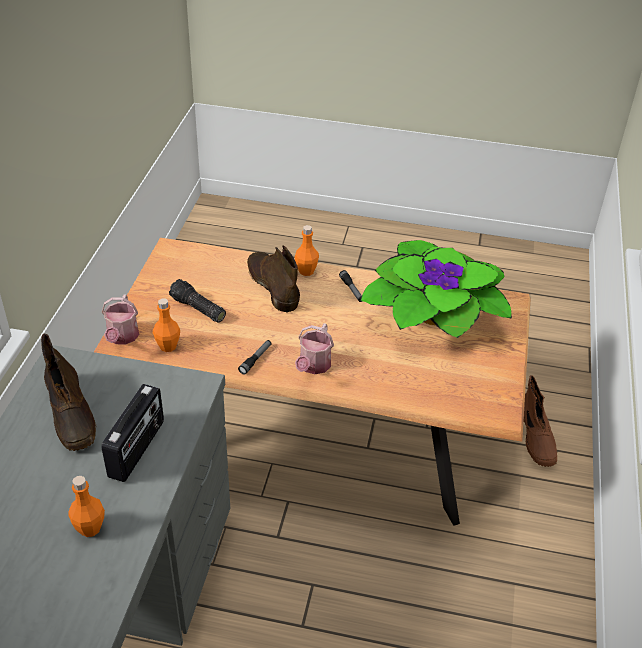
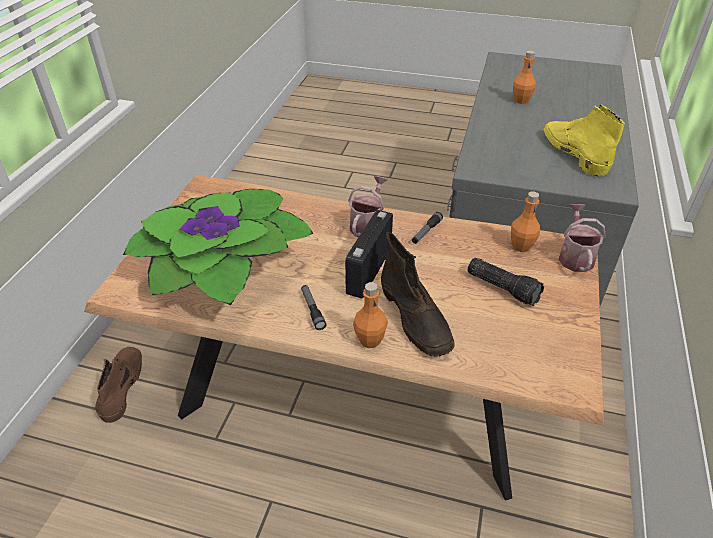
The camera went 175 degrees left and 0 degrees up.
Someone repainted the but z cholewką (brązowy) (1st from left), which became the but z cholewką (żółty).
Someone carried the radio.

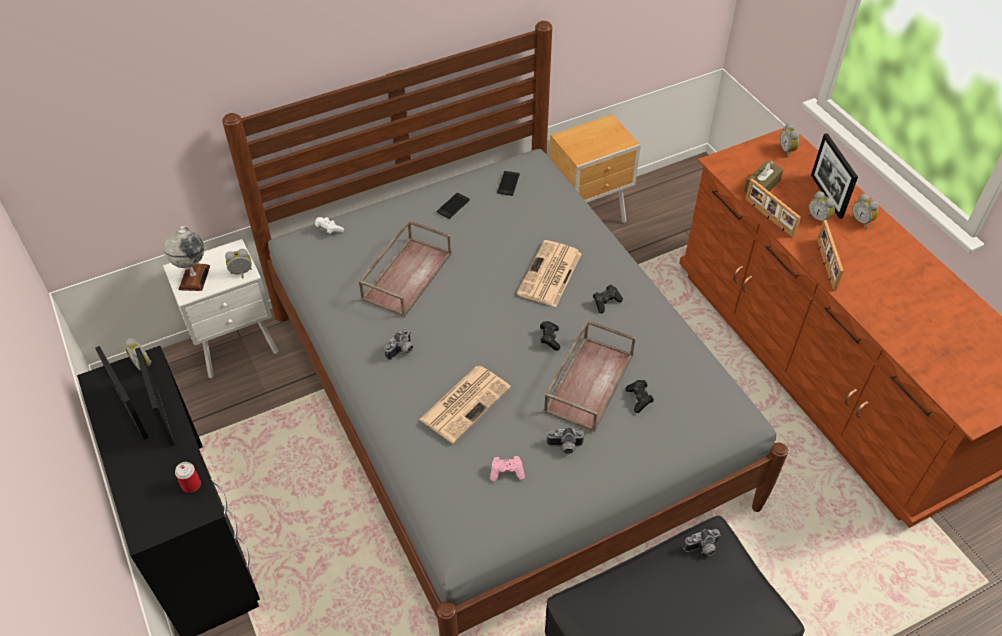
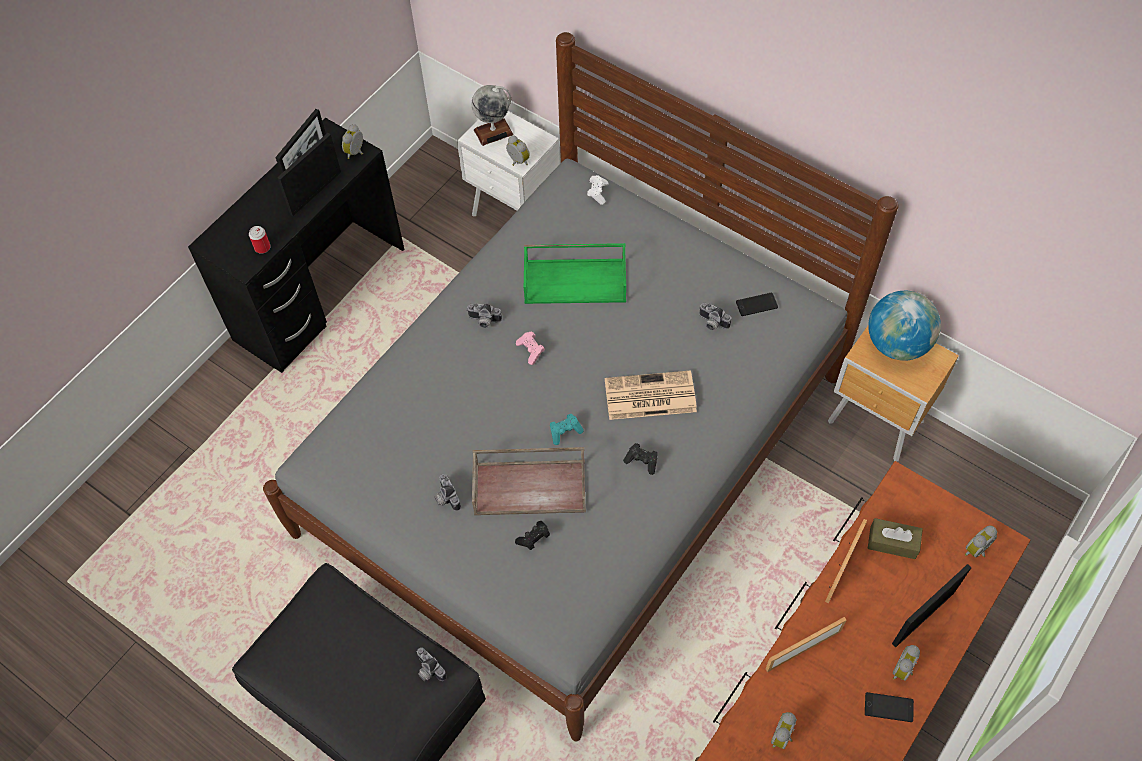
The camera went 65 degrees right and 10 degrees up.
Someone repainted the taca (brązowy) (1st from left), which became the taca (zielony).
Someone took away the gazeta (1st from left).
Someone carried the telefon (1st from left in the first image).
Someone carried the pad do gier (różowy).
Someone repainted the pad do gier (czarny) (1st from left), which became the pad do gier (turkusowy).
Someone carried the budzik (4th from left in the first image).
Someone put down the aparat fotograficzny (4th from left).
Someone put down the globus (2nd from left).

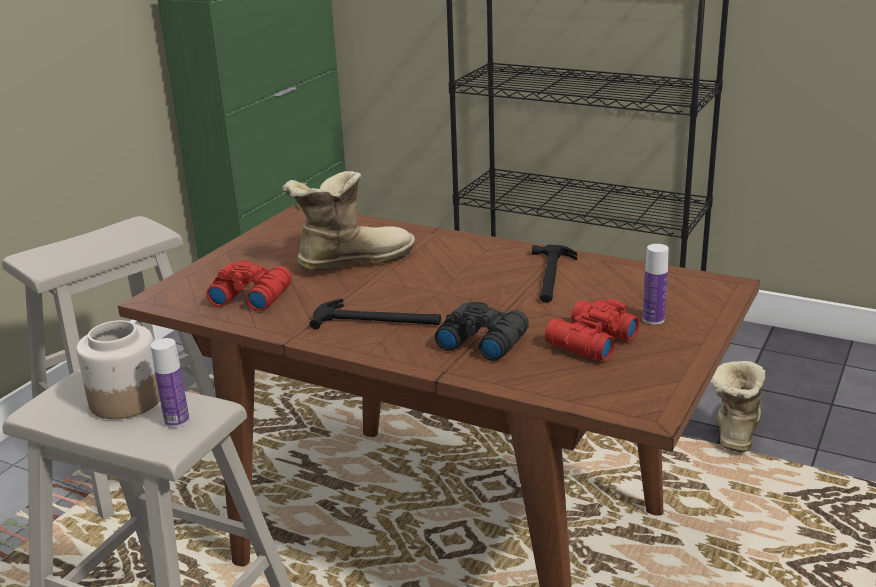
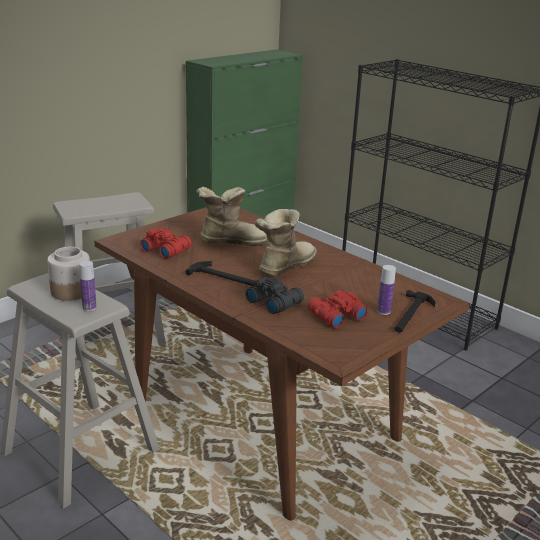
The camera went 15 degrees right and 0 degrees up.
Someone carried the młotek (2nd from left).
Someone carried the but z cholewką (2nd from left).

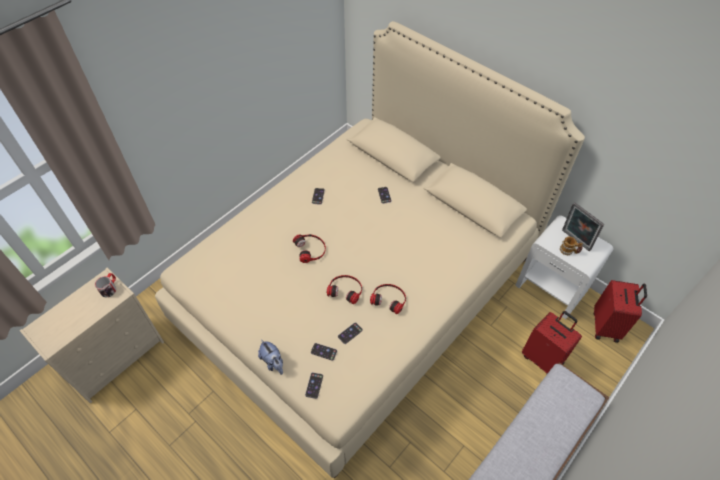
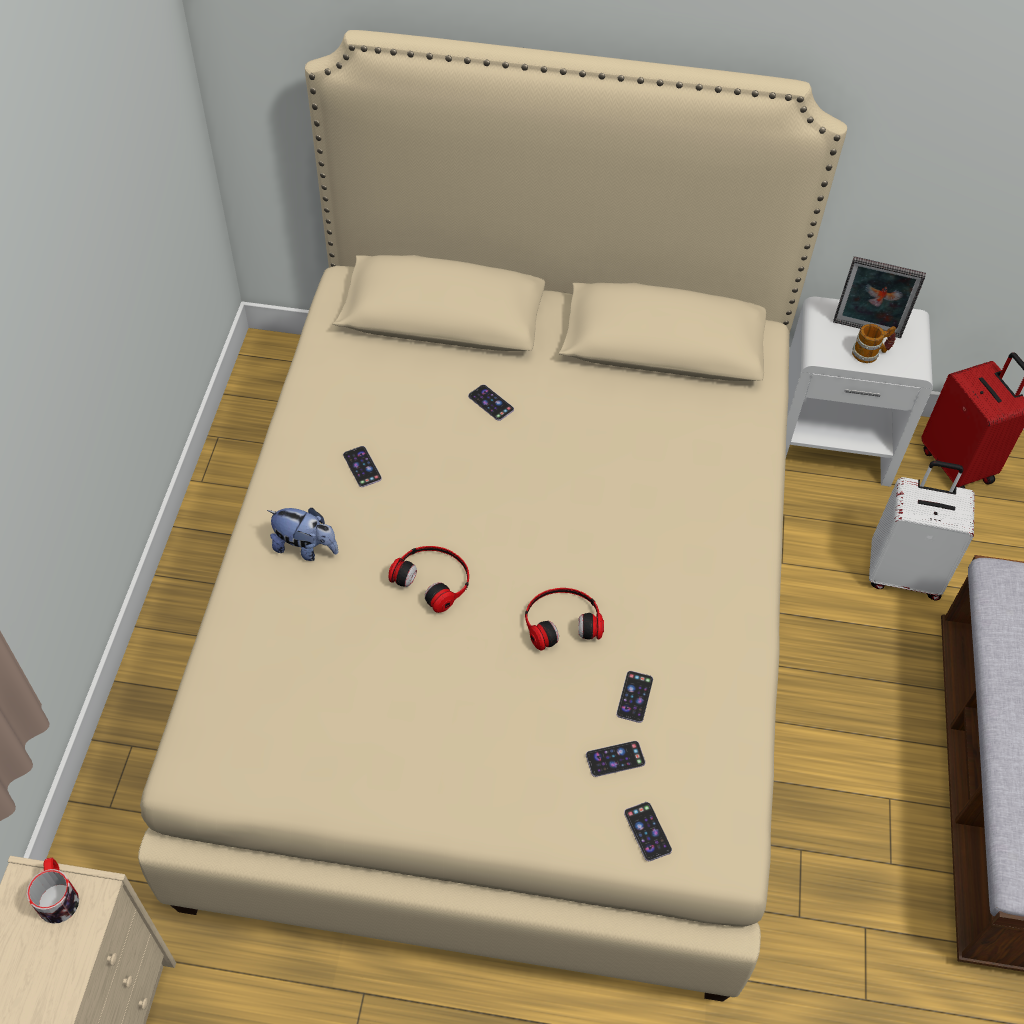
The camera went 35 degrees left and 0 degrees up.
Someone carried the pluszak.
Someone took away the słuchawki (3rd from left).
Someone repainted the walizka (czerwony) (1st from left), which became the walizka (biały).

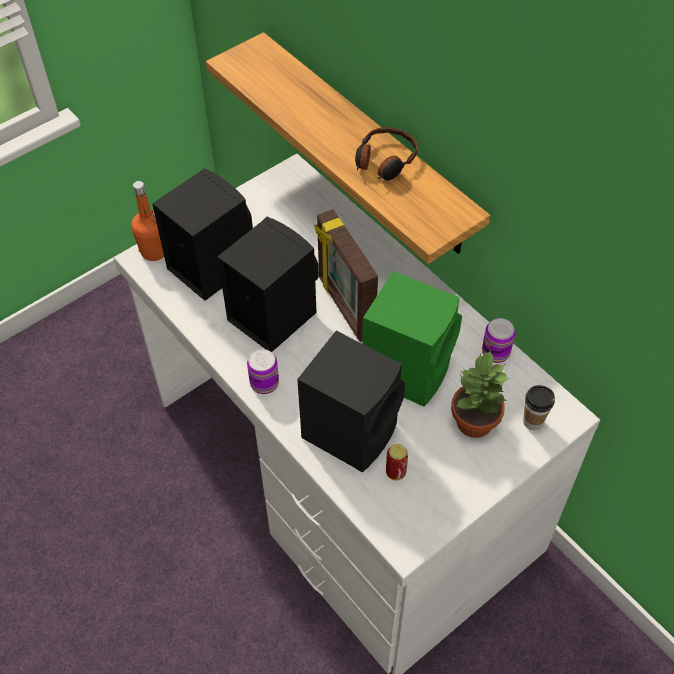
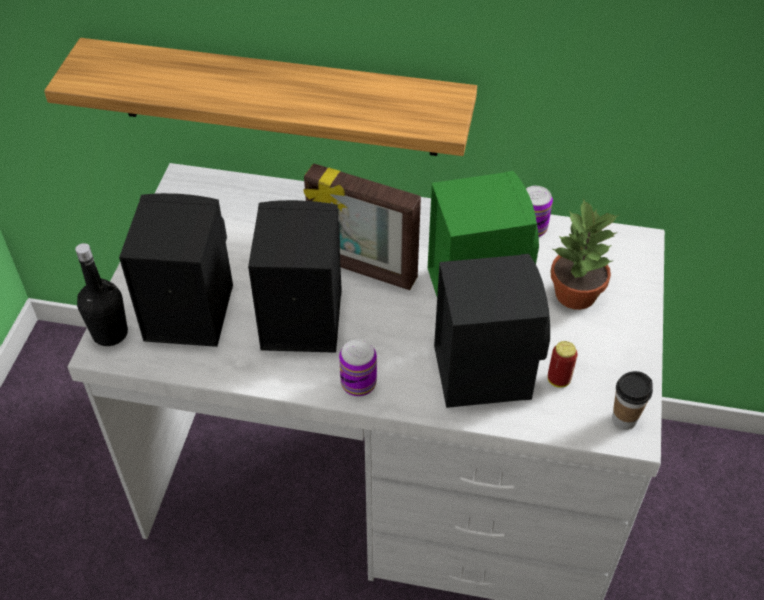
The camera went 40 degrees left and 5 degrees down.
Someone repainted the butelka (pomarańczowy), which became the butelka (czarny).
Someone took away the słuchawki.
Someone carried the filiżanka.

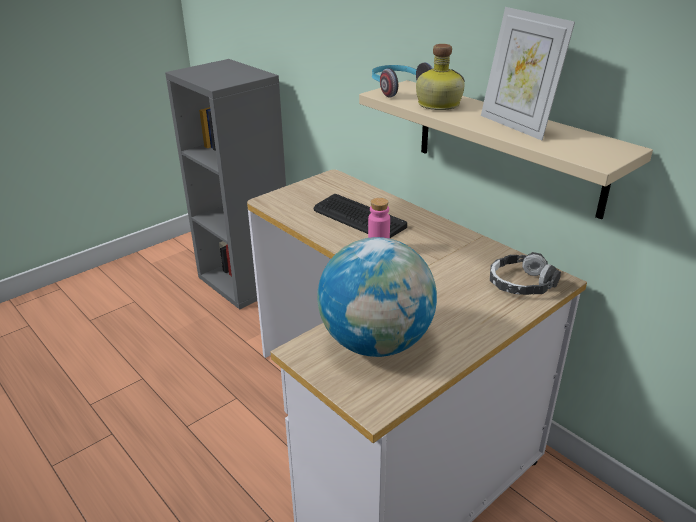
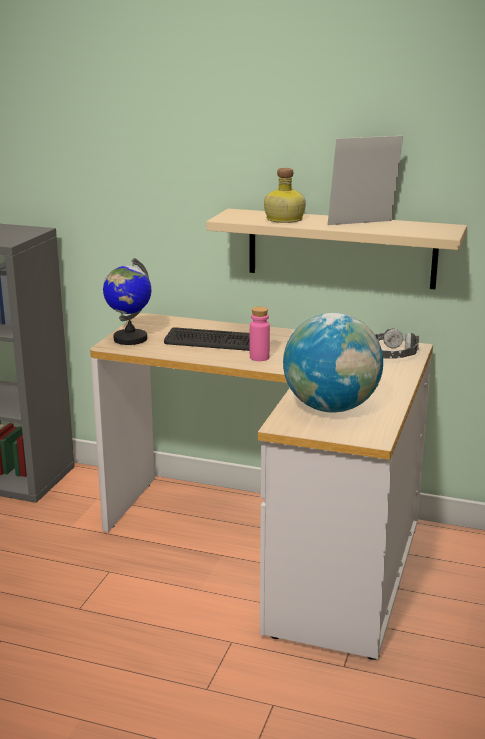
The camera went 30 degrees left and 10 degrees down.
Someone took away the słuchawki (1st from left).
Someone rotated the ramka na zdjęcie by 135 degrees clockwise.
Someone put down the globus (1st from left).

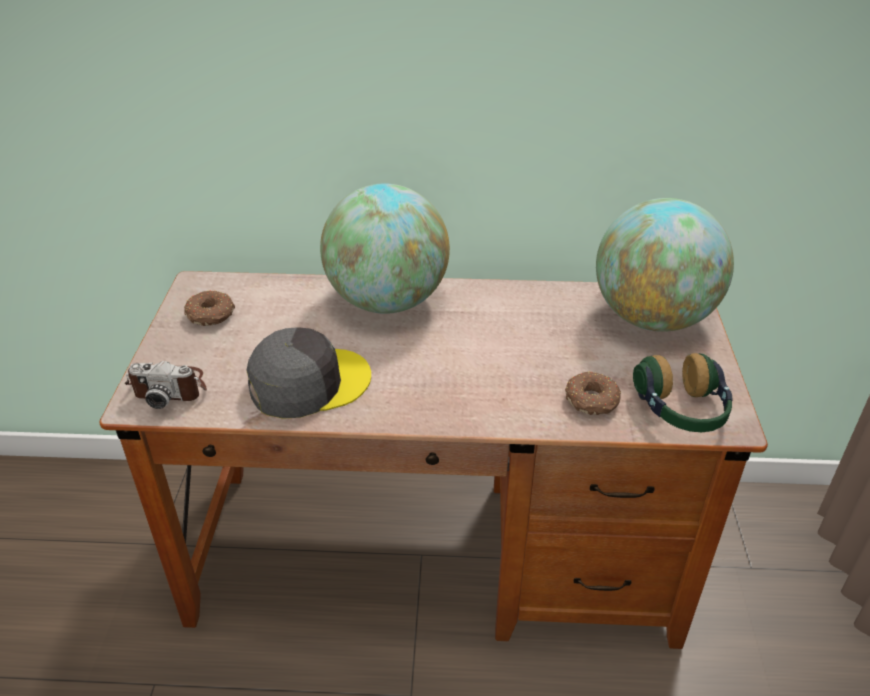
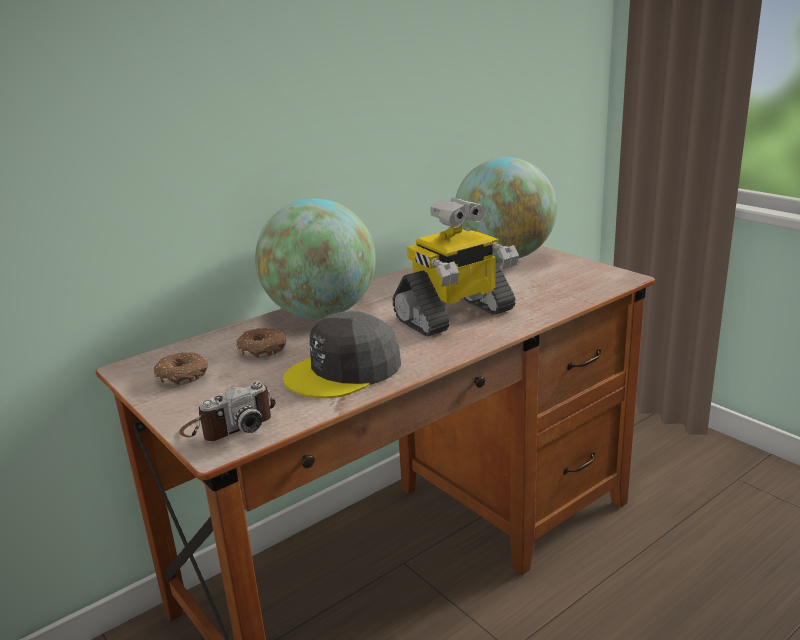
The camera went 40 degrees left and 15 degrees down.
Someone rotated the czapka z daszkiem (szary) by 150 degrees counterclockwise.
Someone carried the donut (2nd from left).
Someone took away the słuchawki.
Someone put down the robot zabawkowy.

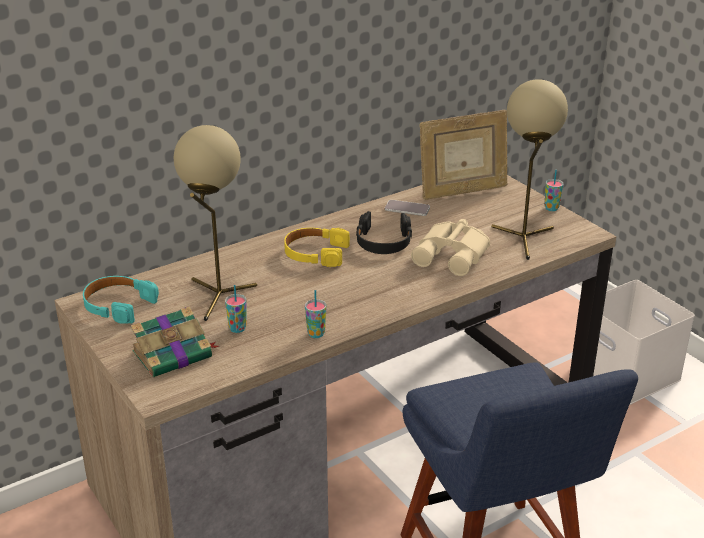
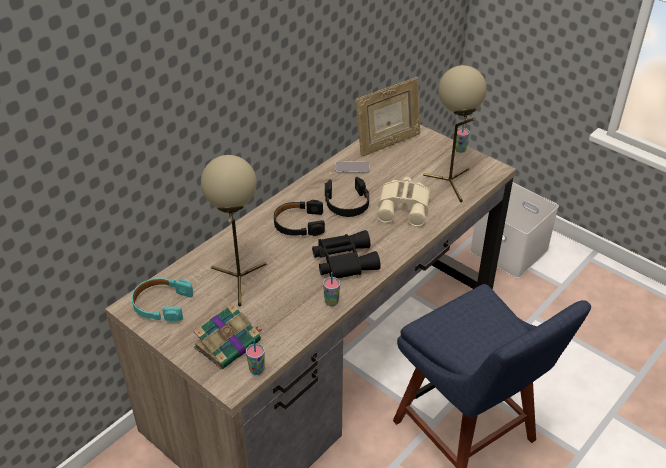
The camera went 15 degrees left and 10 degrees up.
Someone carried the filiżanka (1st from left).
Someone repainted the słuchawki (żółty), which became the słuchawki (czarny) (1st from left).
Someone put down the lornetka (czarny).

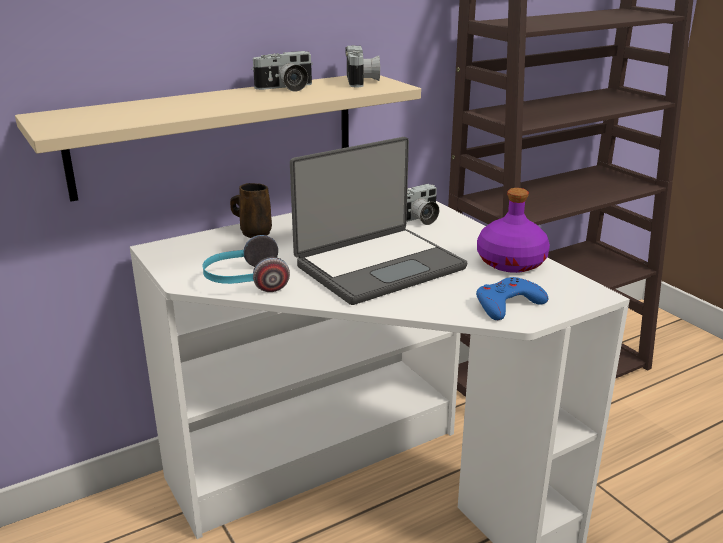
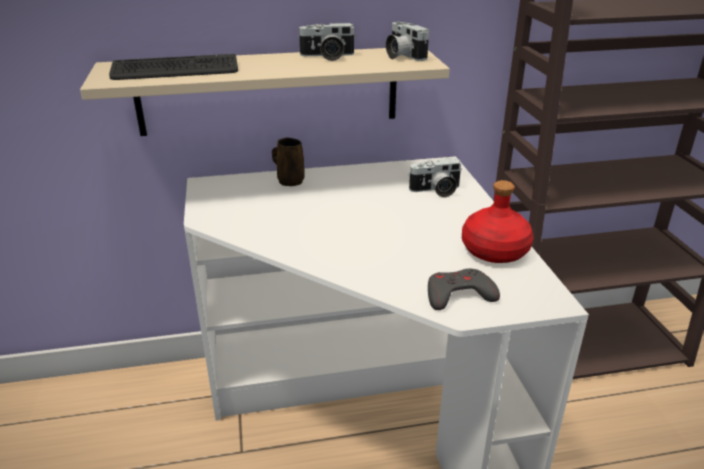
The camera went 20 degrees right and 5 degrees up.
Someone took away the słuchawki.
Someone took away the laptop.
Someone rotated the aparat fotograficzny (2nd from left) by 135 degrees clockwise.
Someone repainted the pad do gier (niebieski), which became the pad do gier (szary).
Someone repainted the butelka (fioletowy), which became the butelka (czerwony).
Someone put down the klawiatura.

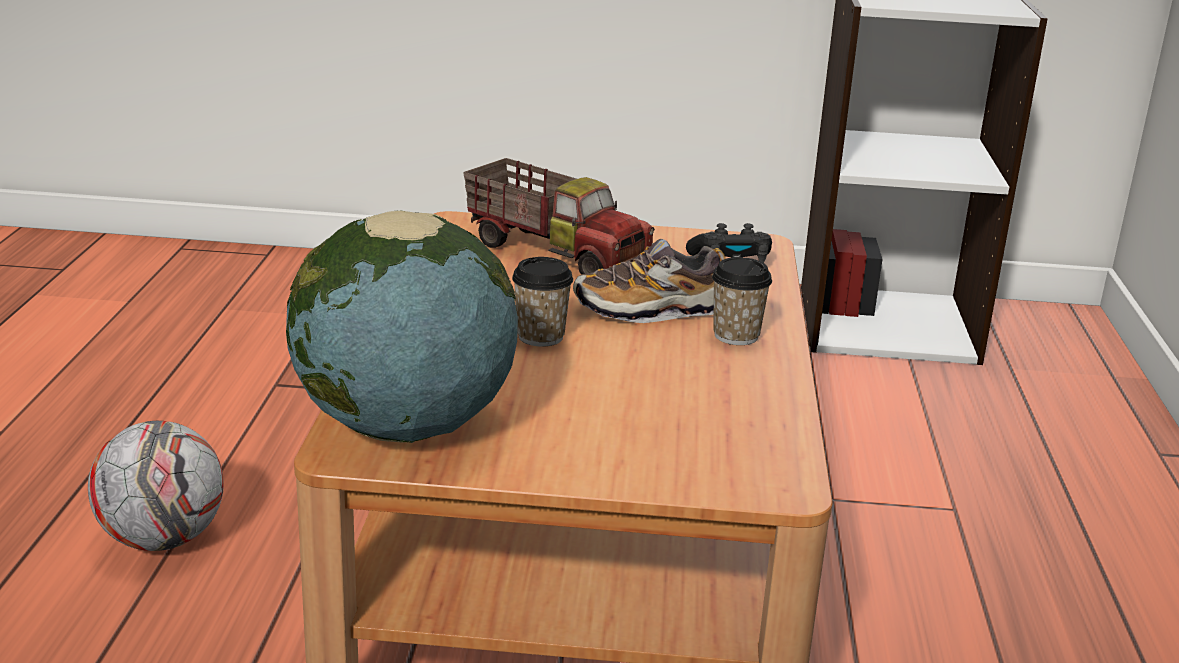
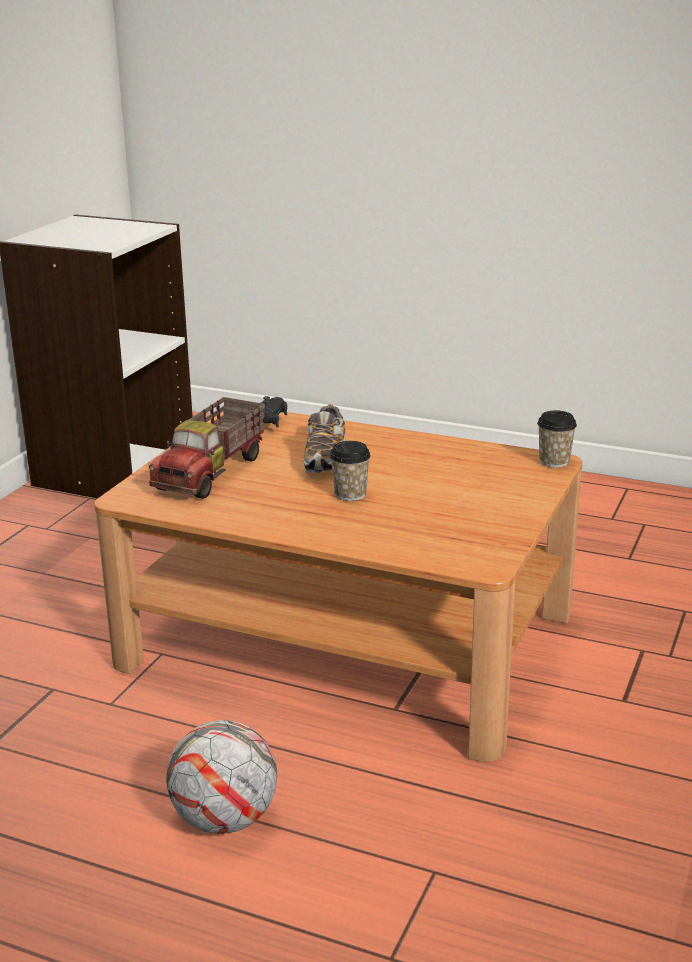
The camera went 70 degrees left and 0 degrees up.
Someone took away the globus.
Someone rotated the ciężarówka zabawkowa by 150 degrees clockwise.
Someone carried the filiżanka (2nd from left).

